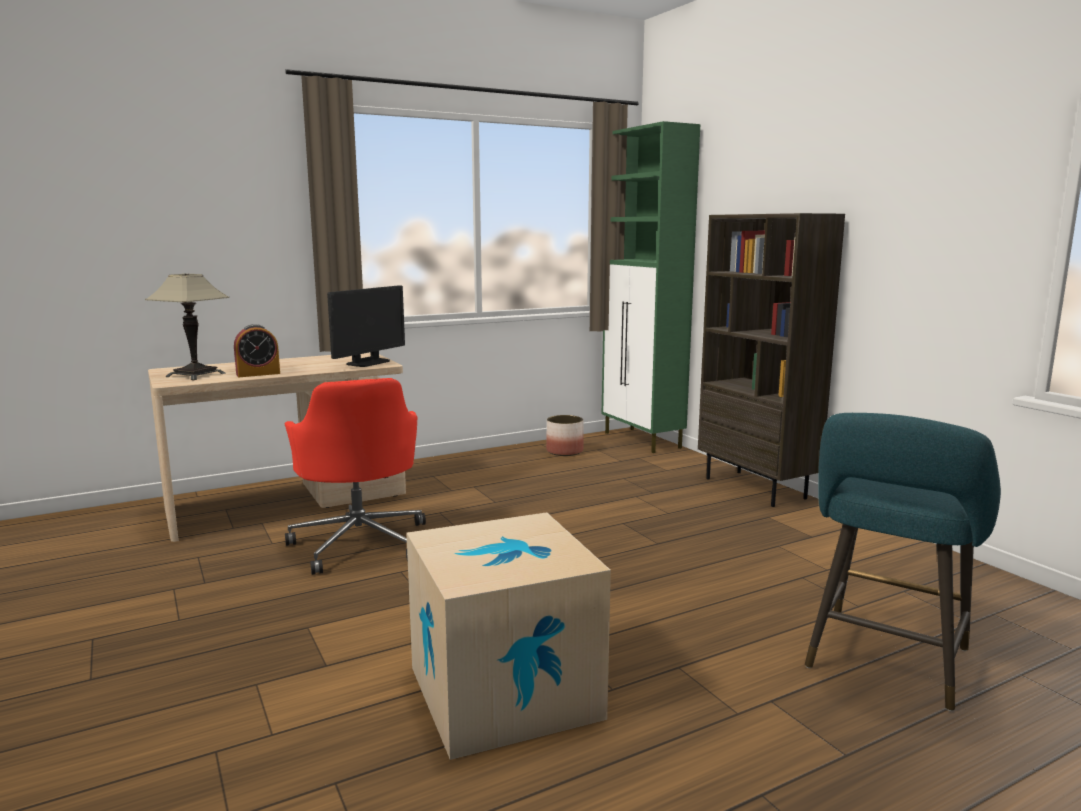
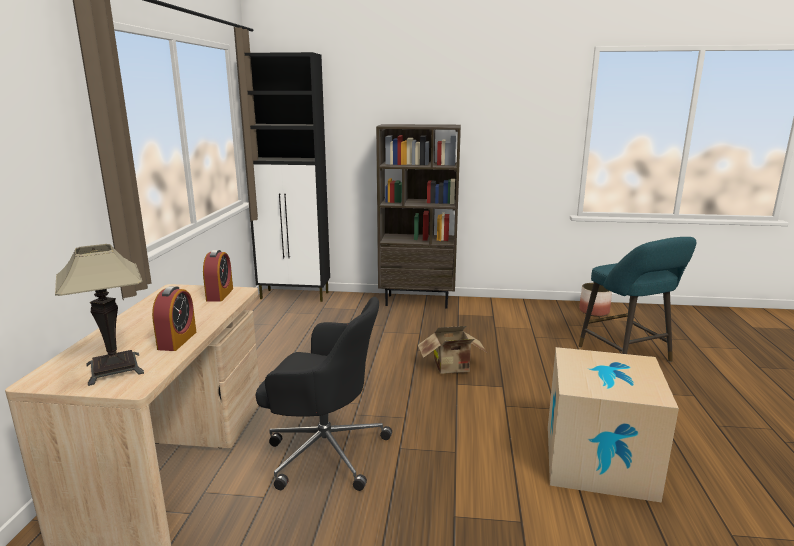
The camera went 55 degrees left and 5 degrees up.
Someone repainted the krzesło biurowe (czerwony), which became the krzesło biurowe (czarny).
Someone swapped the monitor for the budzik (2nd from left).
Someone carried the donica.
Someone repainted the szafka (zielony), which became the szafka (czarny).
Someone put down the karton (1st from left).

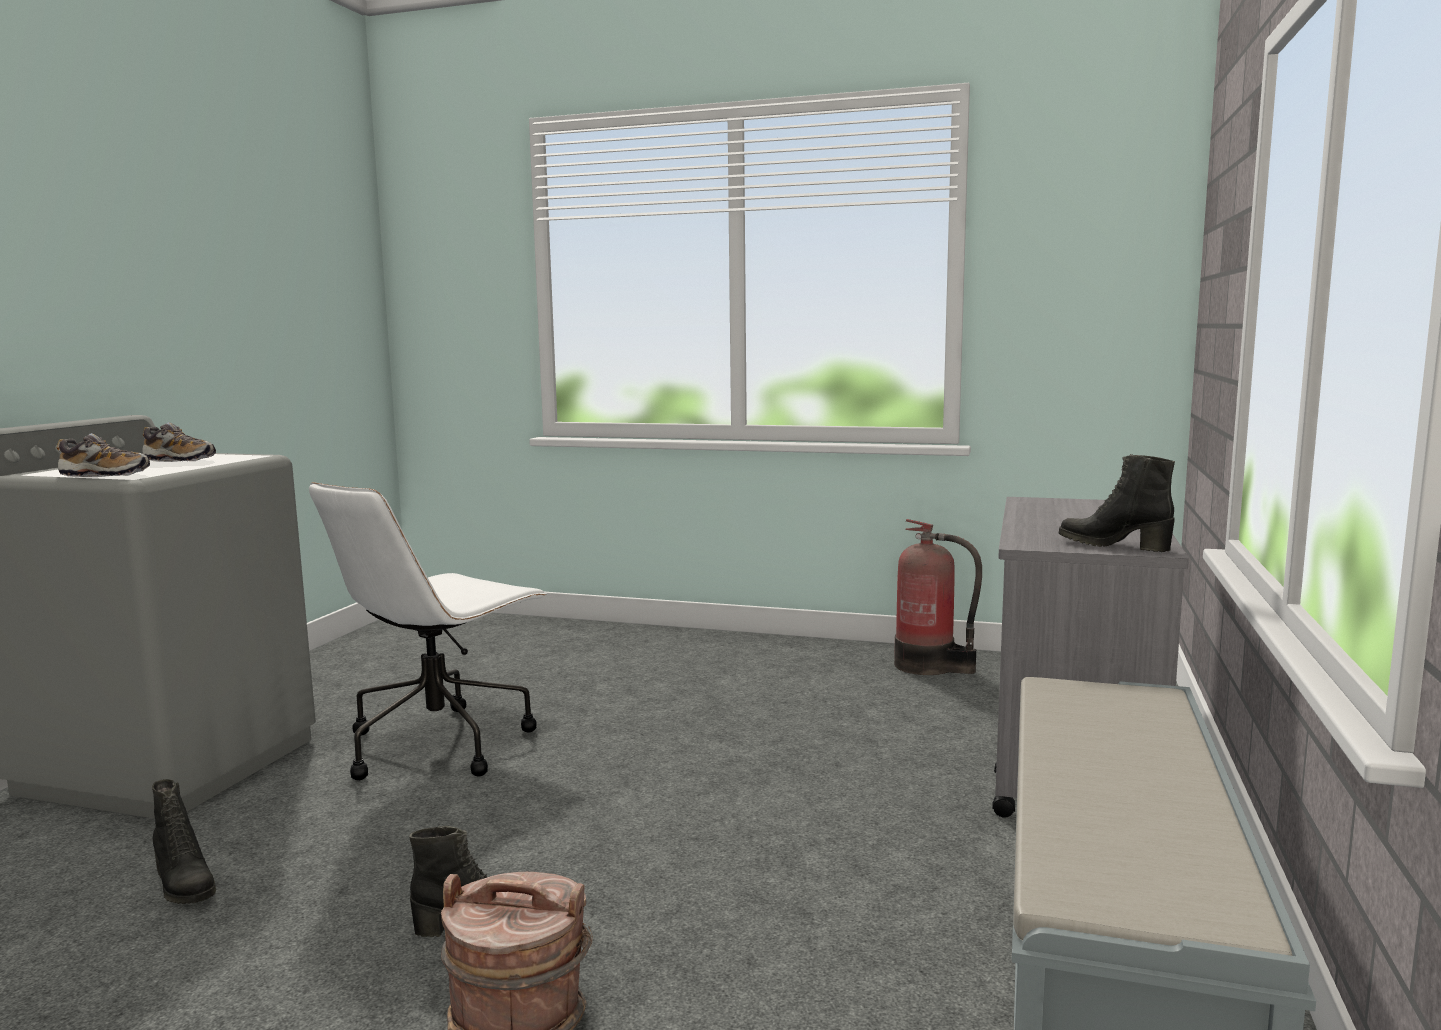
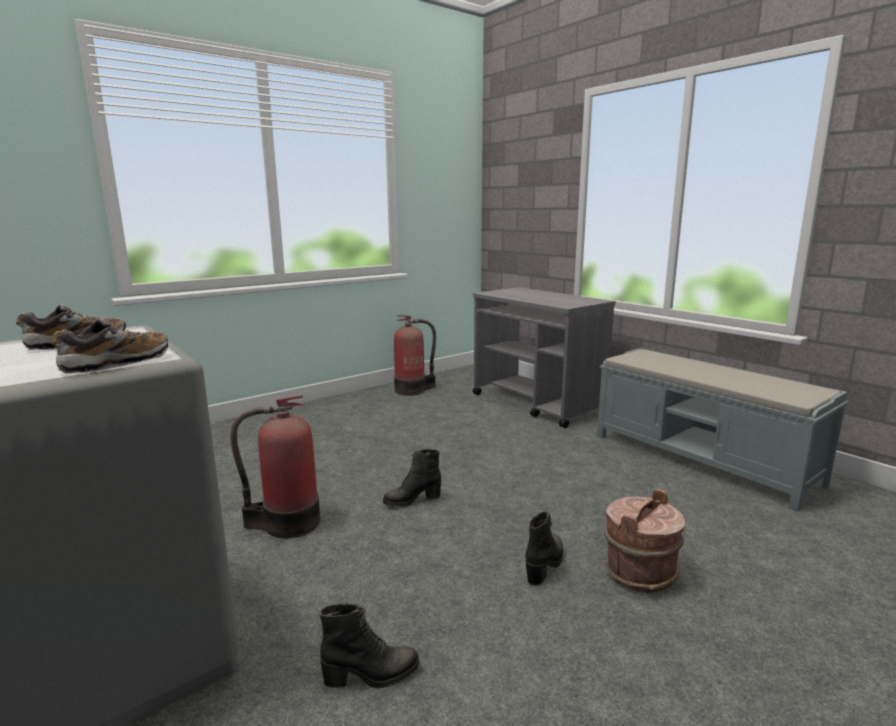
The camera went 55 degrees left and 5 degrees up.
Someone swapped the krzesło biurowe (biały) for the gaśnica (1st from left).
Someone carried the but z cholewką (czarny) (3rd from left in the first image).

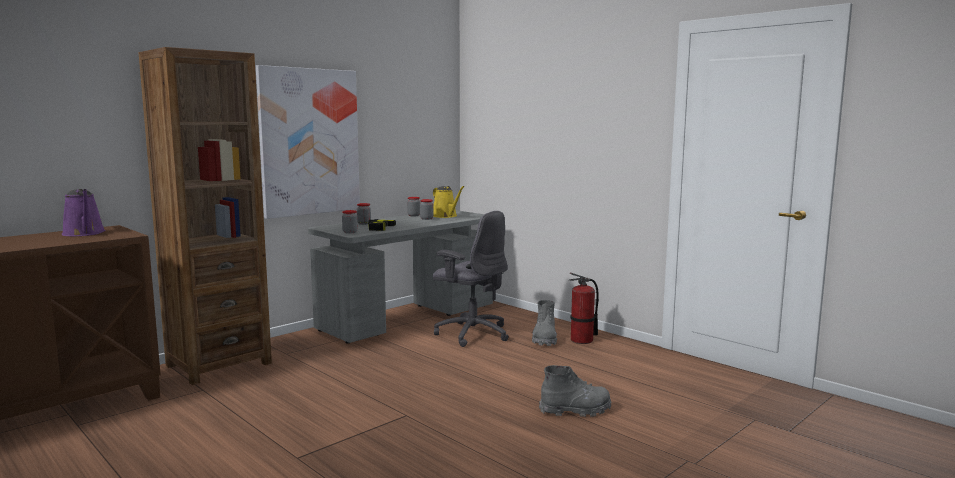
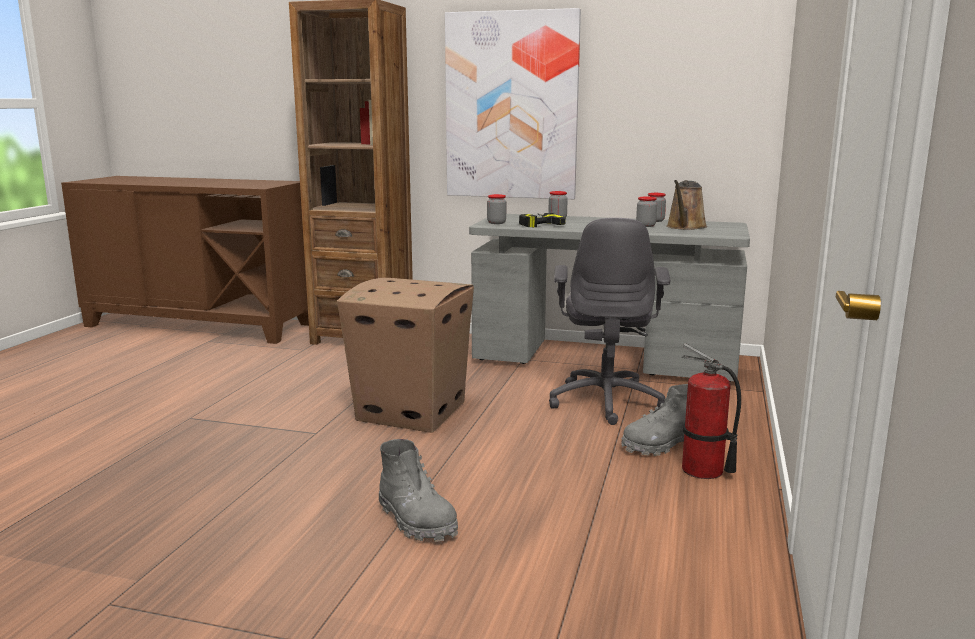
The camera went 60 degrees right and 5 degrees up.
Someone took away the konewka (fioletowy).
Someone repainted the konewka (żółty), which became the konewka (brązowy).
Someone put down the karton.

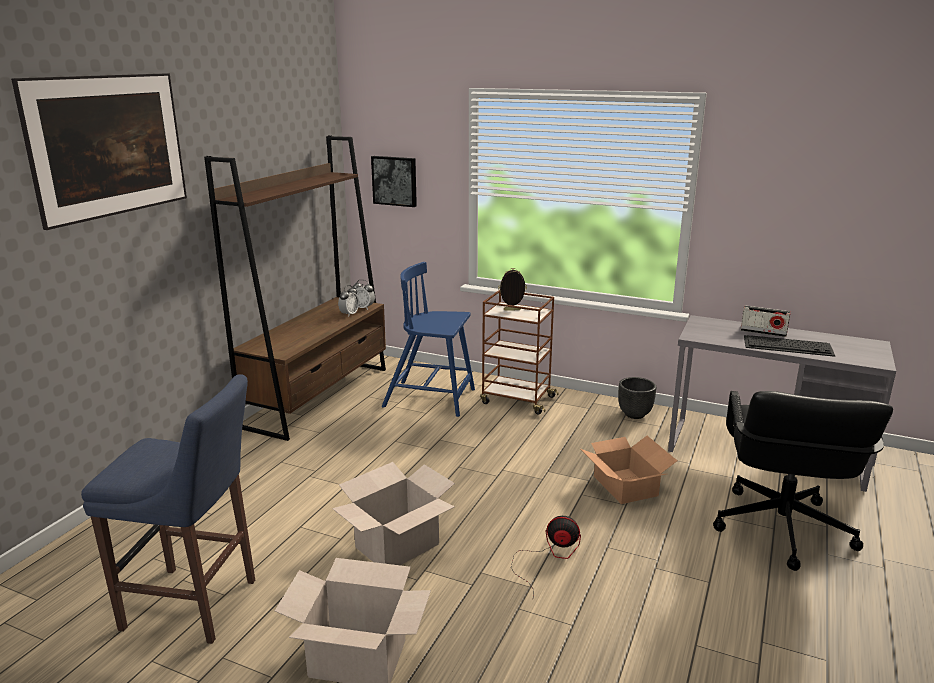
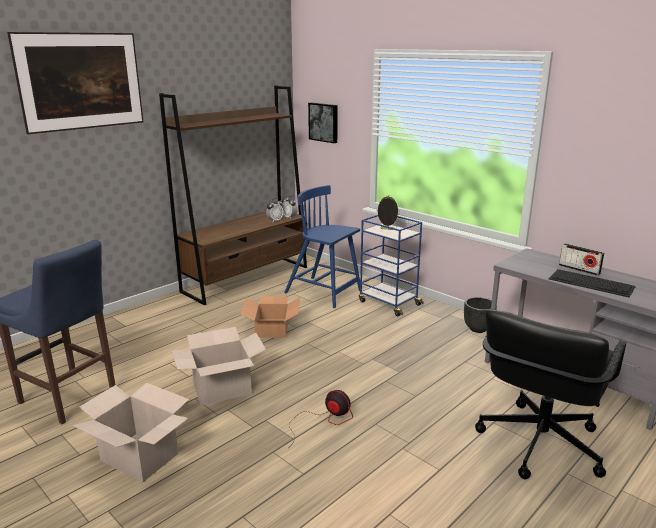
The camera went 20 degrees right and 0 degrees up.
Someone repainted the wózek (brązowy), which became the wózek (niebieski).
Someone carried the karton (3rd from left).

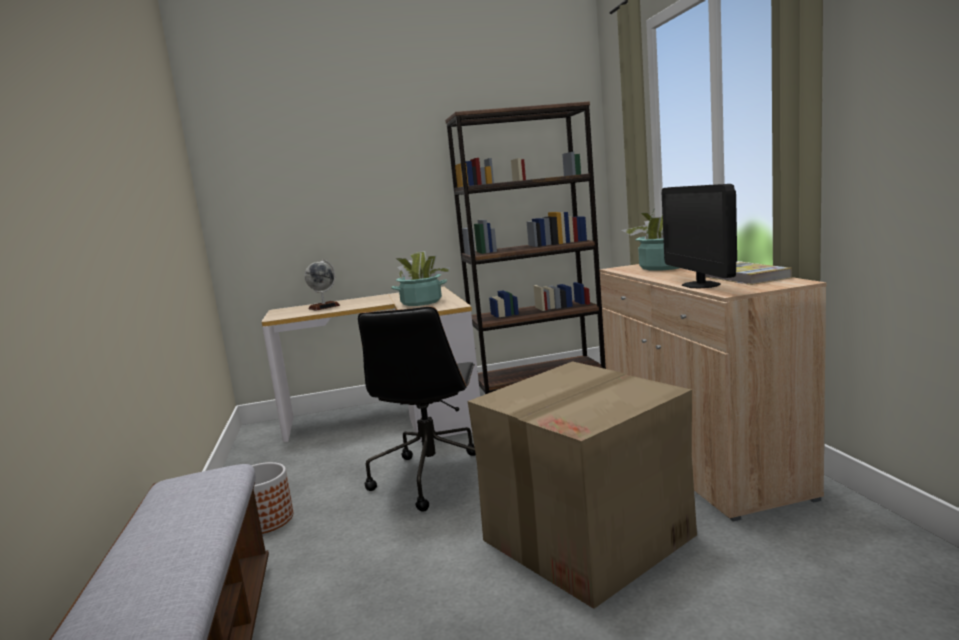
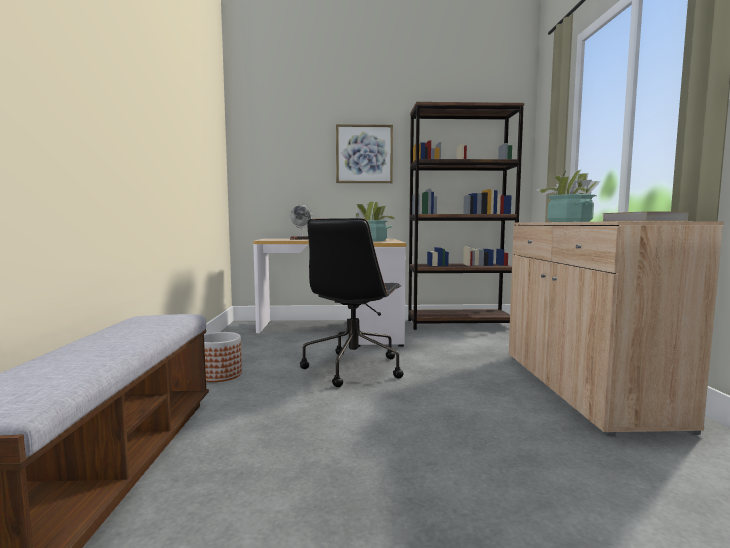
The camera went 10 degrees right and 5 degrees down.
Someone took away the karton.
Someone took away the monitor.
Someone put up the obraz.

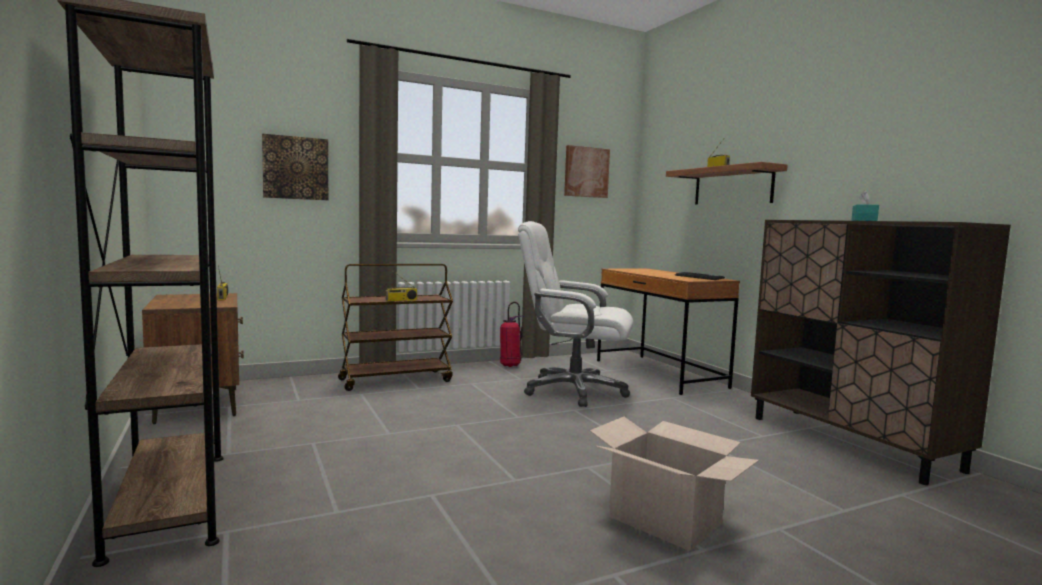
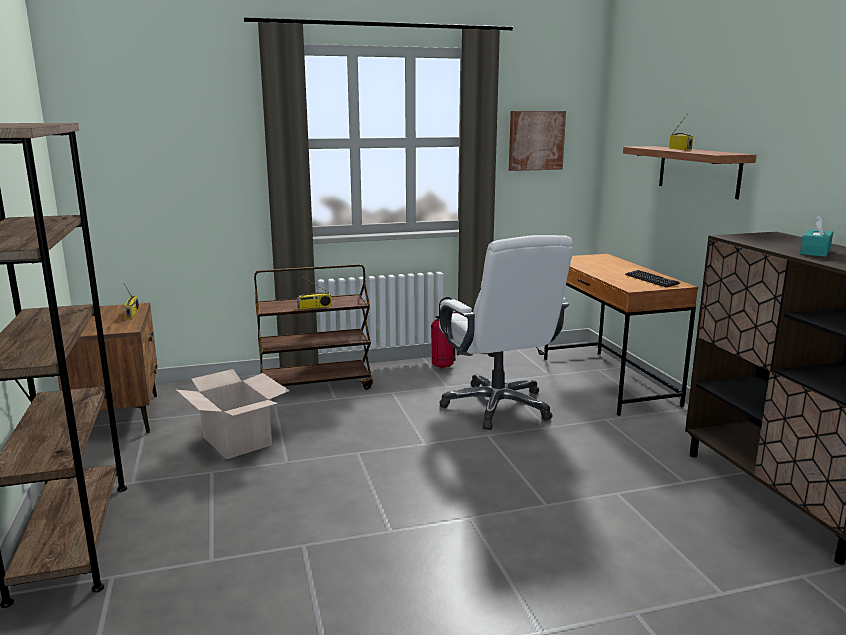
The camera went 10 degrees right and 10 degrees up.
Someone took away the obraz (1st from left).
Someone rotated the krzesło biurowe (biały) by 135 degrees counterclockwise.
Someone carried the karton.

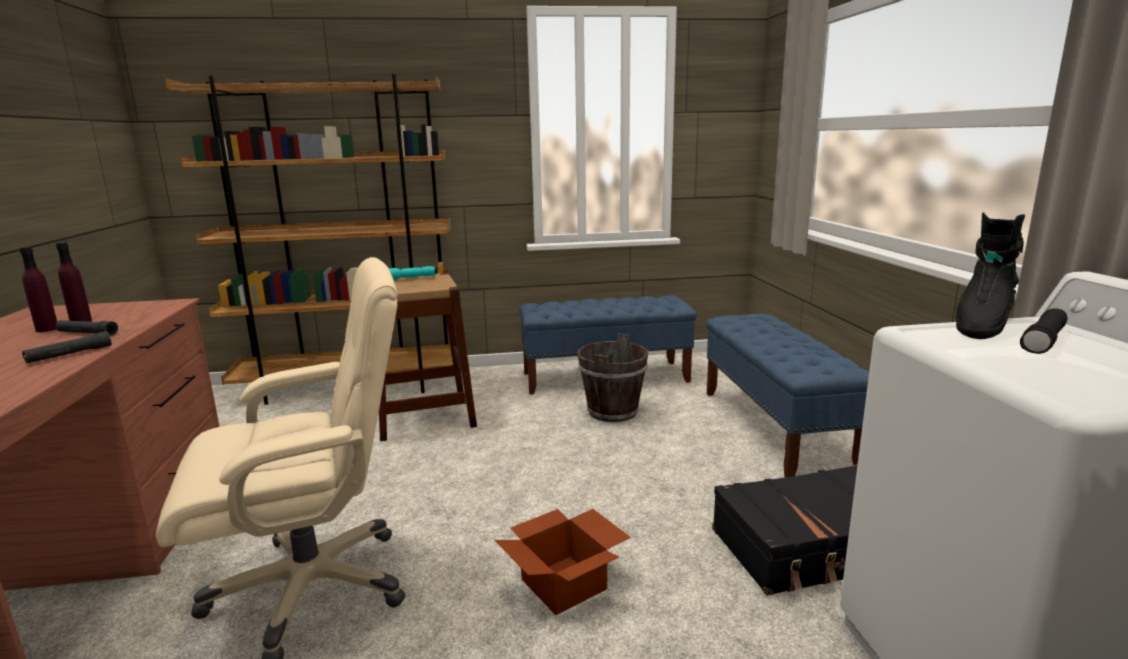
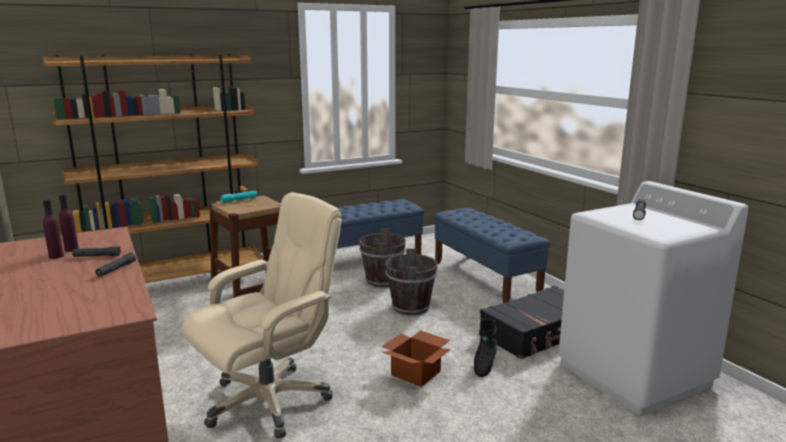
The camera went 20 degrees left and 0 degrees up.
Someone carried the but z cholewką (czarny).
Someone put down the wiadro (brązowy) (2nd from left).

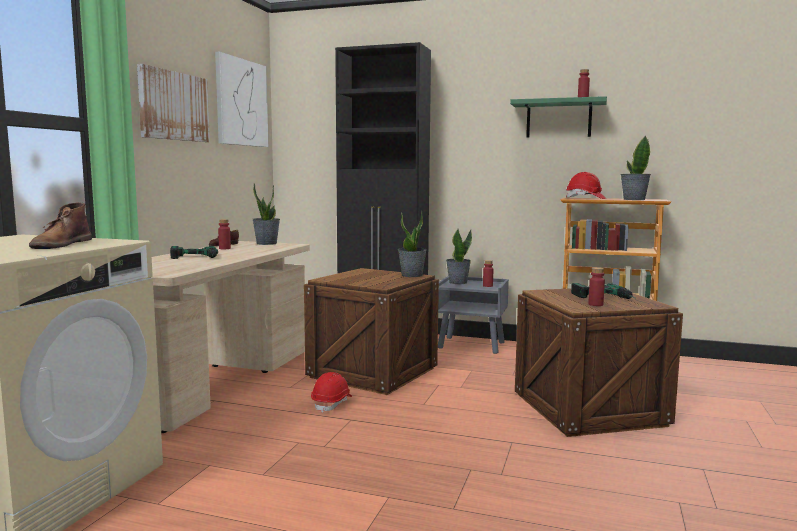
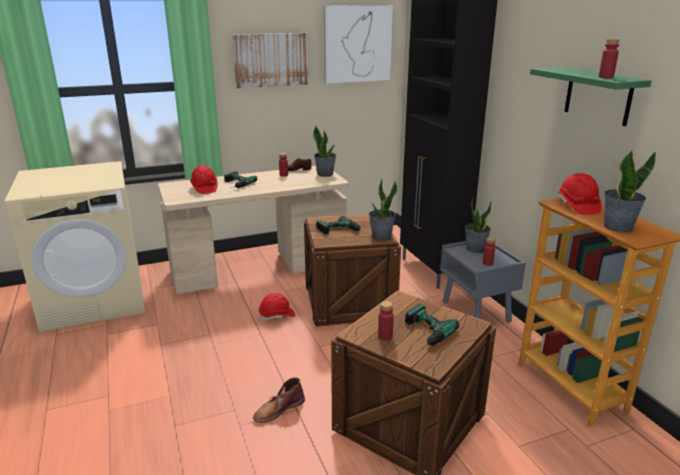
The camera went 50 degrees right and 15 degrees up.
Someone carried the but z cholewką (brązowy).
Someone put down the kask (czerwony) (1st from left).
Someone put down the wiertarka (2nd from left).

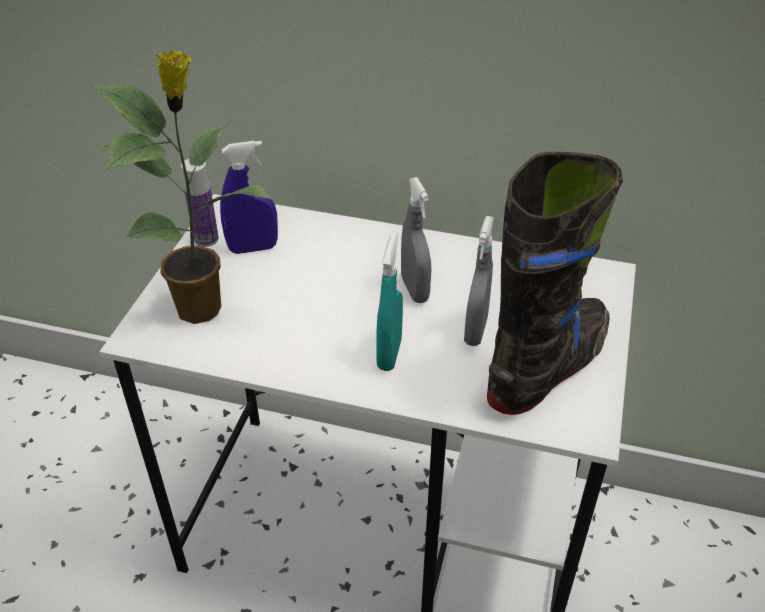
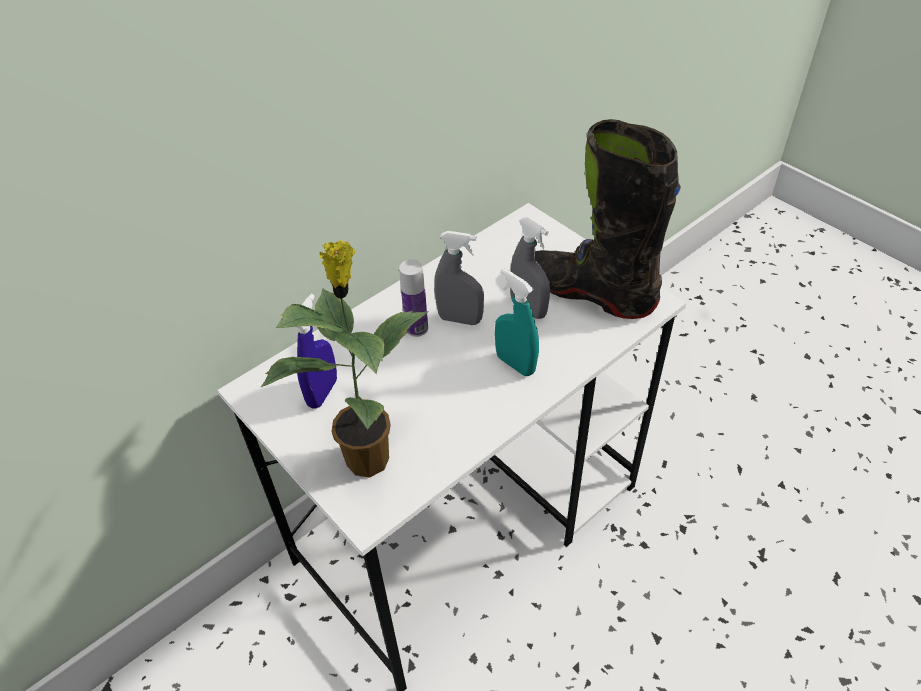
The camera went 55 degrees left and 5 degrees up.
Someone carried the butelka.
Someone rotated the but z cholewką (czarny) by 45 degrees counterclockwise.

